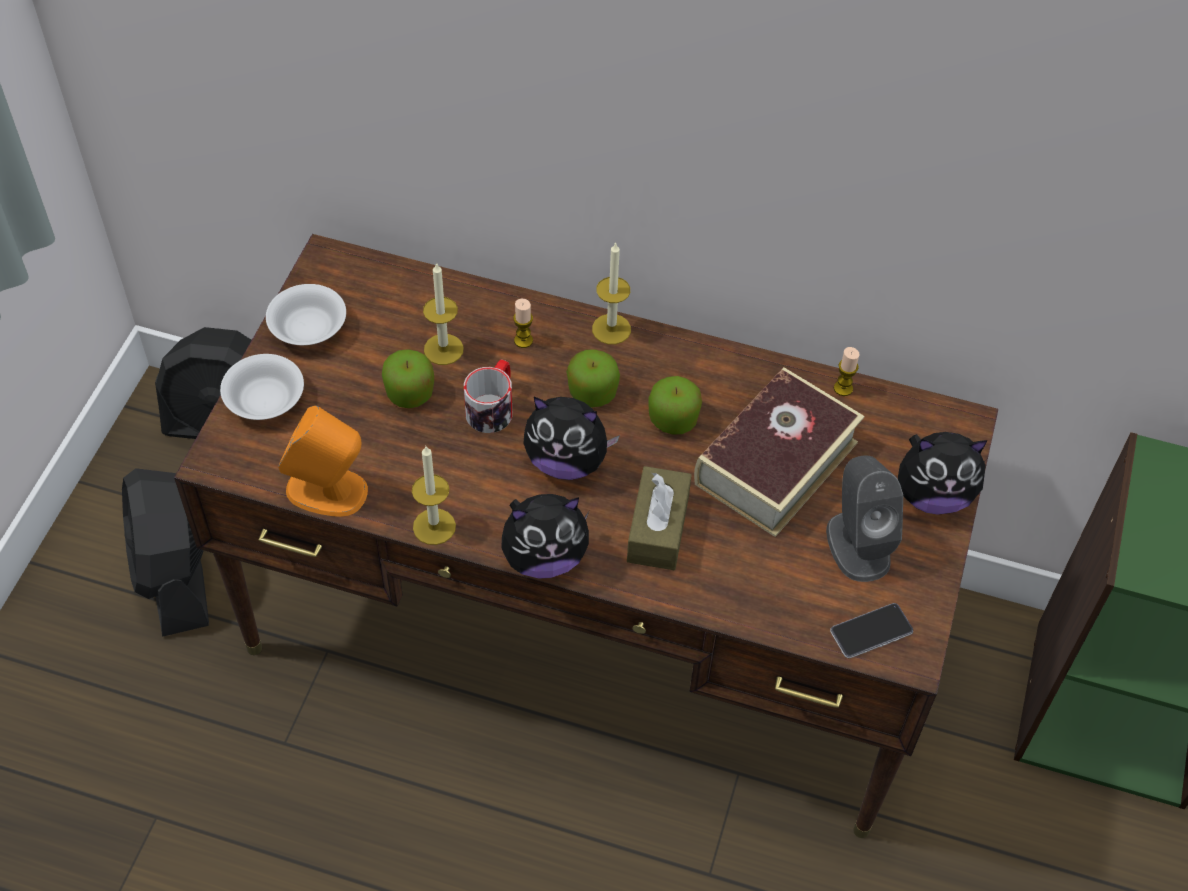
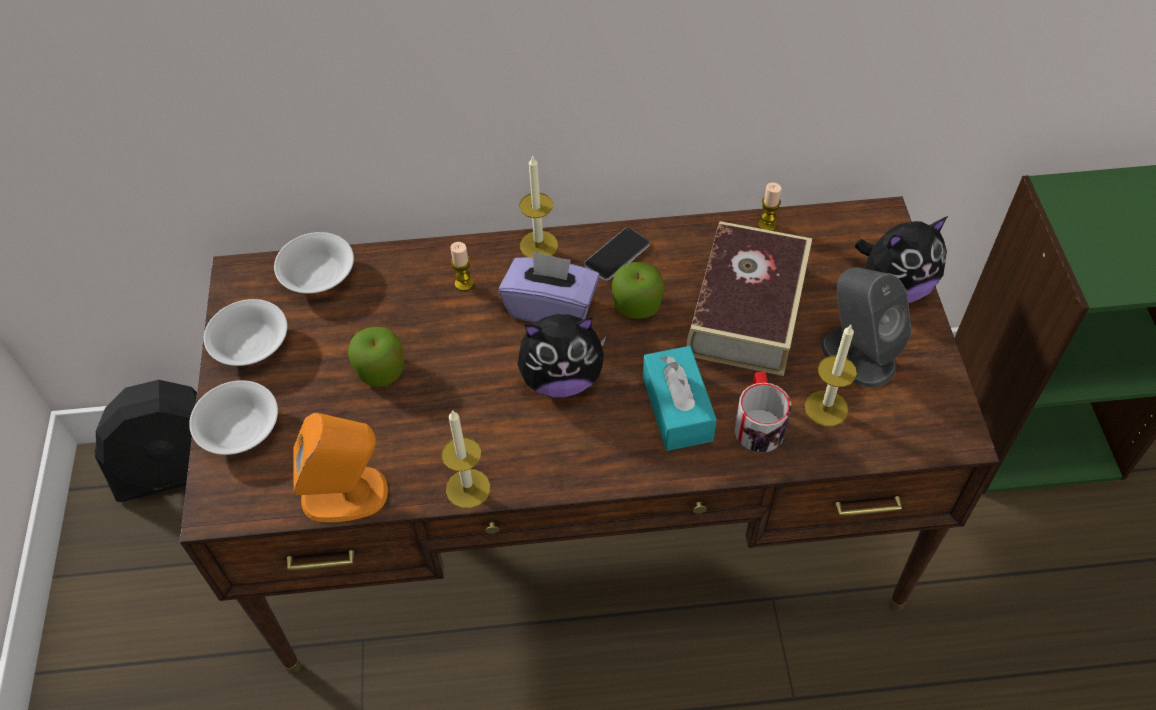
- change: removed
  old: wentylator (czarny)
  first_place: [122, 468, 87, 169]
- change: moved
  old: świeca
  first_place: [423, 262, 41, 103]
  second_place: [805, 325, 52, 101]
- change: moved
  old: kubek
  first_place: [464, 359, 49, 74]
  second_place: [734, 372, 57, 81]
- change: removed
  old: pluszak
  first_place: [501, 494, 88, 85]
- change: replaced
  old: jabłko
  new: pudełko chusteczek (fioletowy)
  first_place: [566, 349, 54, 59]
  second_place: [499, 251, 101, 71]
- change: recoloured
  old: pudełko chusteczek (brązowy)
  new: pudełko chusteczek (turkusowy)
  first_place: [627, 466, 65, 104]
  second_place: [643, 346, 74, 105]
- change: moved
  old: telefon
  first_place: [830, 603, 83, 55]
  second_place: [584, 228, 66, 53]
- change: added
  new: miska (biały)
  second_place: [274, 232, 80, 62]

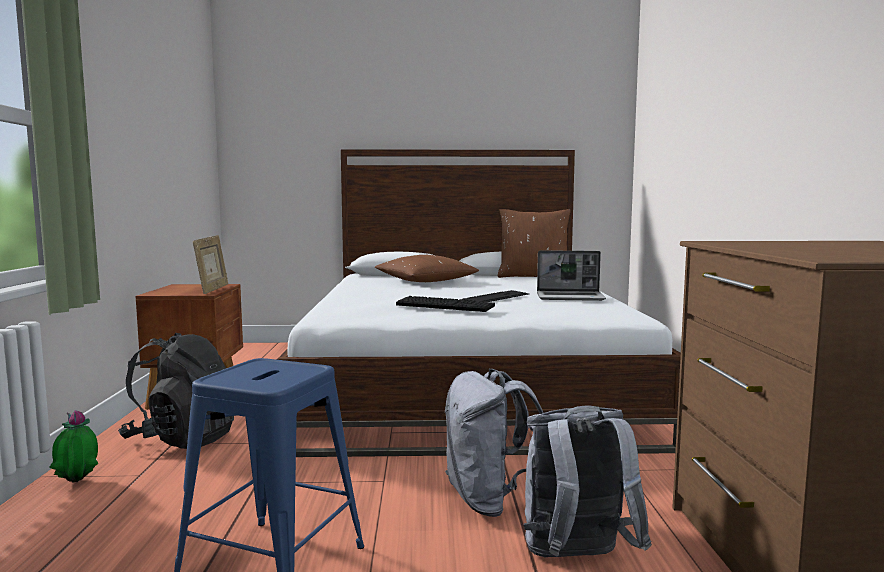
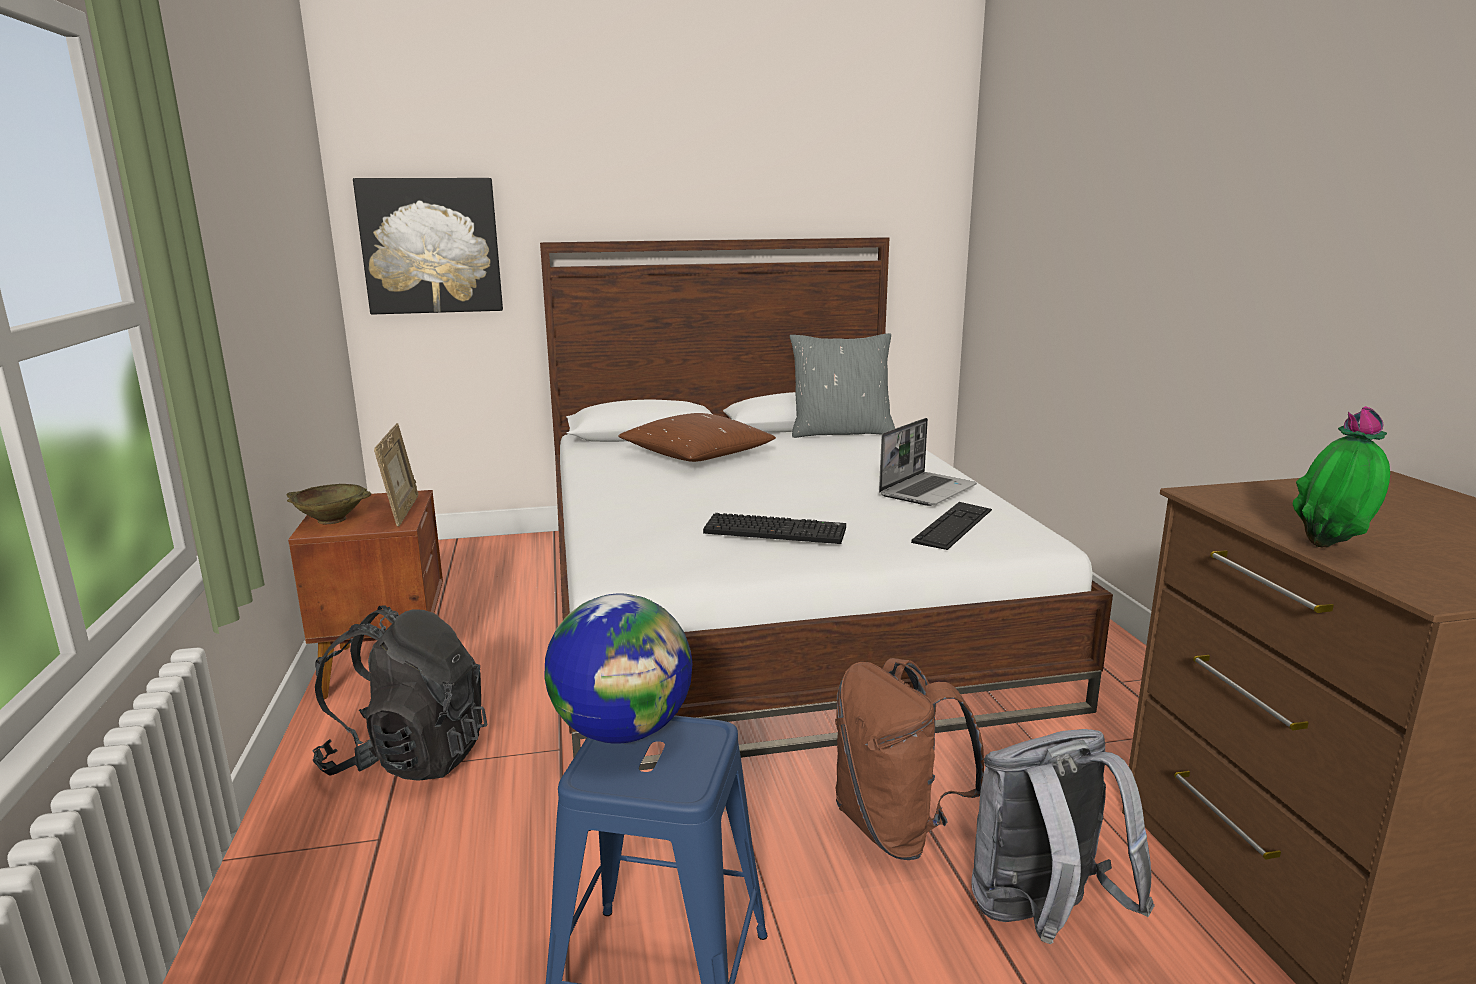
- change: moved
  old: roślina doniczkowa
  first_place: [49, 410, 49, 73]
  second_place: [1293, 406, 97, 141]
- change: recoloured
  old: plecak (szary)
  new: plecak (brązowy)
  first_place: [445, 368, 99, 149]
  second_place: [835, 658, 149, 202]
- change: moved
  old: klawiatura
  first_place: [459, 290, 70, 12]
  second_place: [911, 502, 81, 48]
- change: recoloured
  old: poduszka (brązowy)
  new: poduszka (szary)
  first_place: [498, 209, 73, 69]
  second_place: [790, 333, 105, 105]
- change: turned
  old: laptop
  first_place: [537, 250, 69, 51]
  second_place: [879, 418, 98, 88]
  degrees: -45
- change: added
  new: miska (beżowy)
  second_place: [286, 484, 85, 40]
- change: added
  new: obraz
  second_place: [353, 178, 150, 136]
- change: added
  new: globus
  second_place: [545, 594, 148, 149]

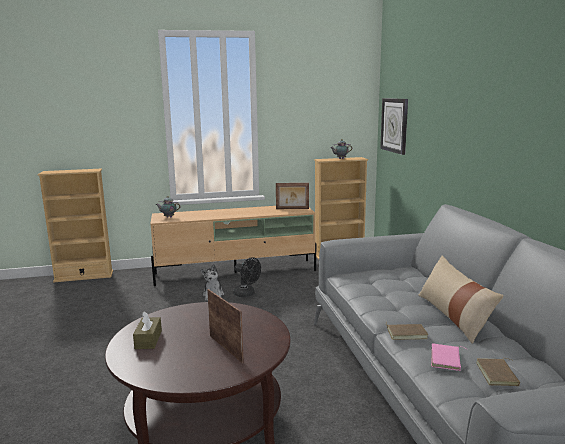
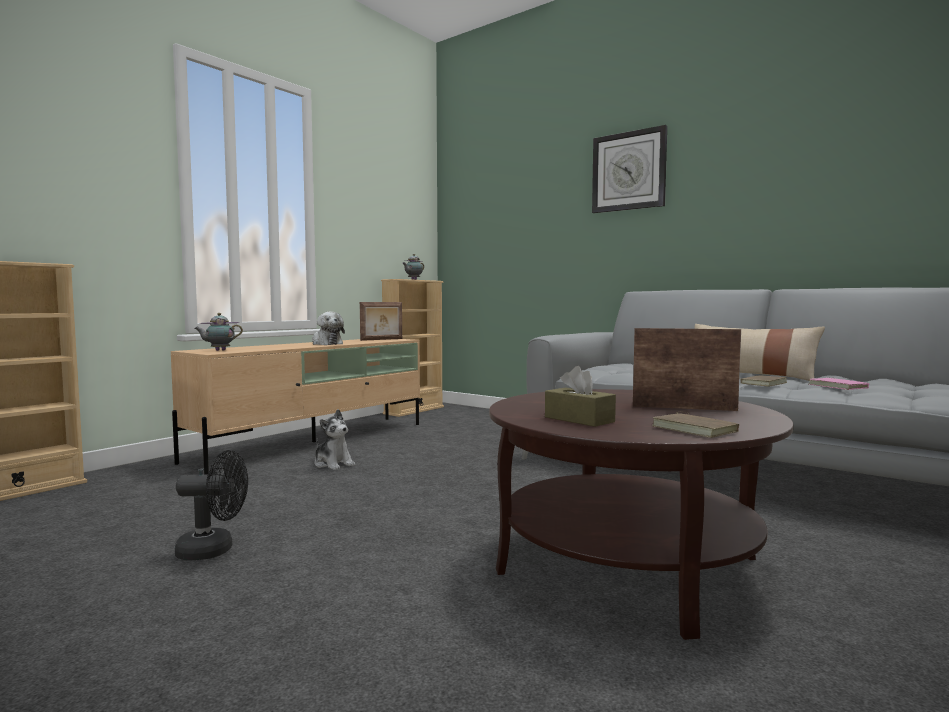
- change: moved
  old: wentylator (czarny)
  first_place: [234, 257, 27, 40]
  second_place: [175, 450, 73, 110]
- change: moved
  old: zegar ścienny
  first_place: [380, 98, 28, 57]
  second_place: [592, 125, 75, 88]
- change: moved
  old: książka (brązowy)
  first_place: [476, 358, 44, 28]
  second_place: [652, 412, 87, 26]
- change: added
  new: pluszak
  second_place: [312, 311, 33, 34]

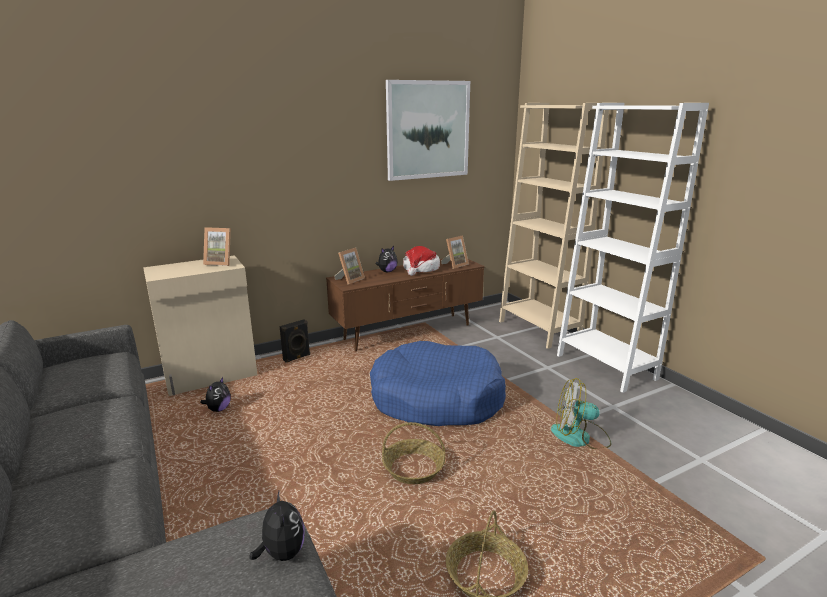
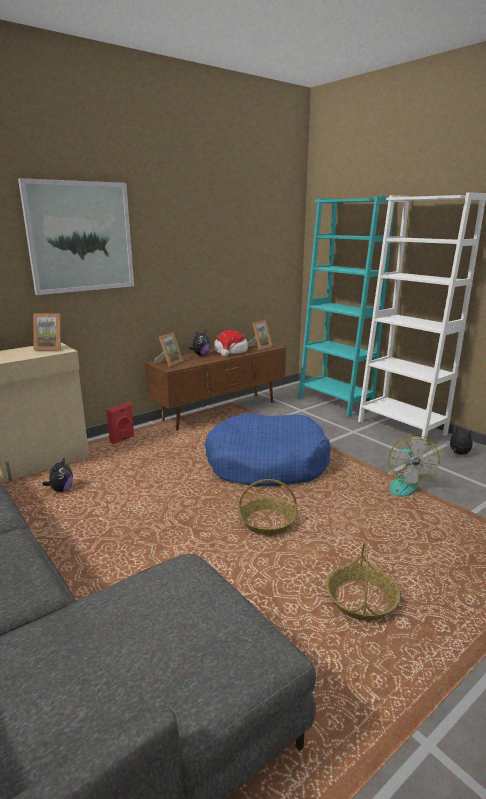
- change: moved
  old: pluszak
  first_place: [249, 491, 56, 70]
  second_place: [446, 425, 26, 30]
- change: recoloured
  old: głośnik (czarny)
  new: głośnik (czerwony)
  first_place: [280, 319, 30, 43]
  second_place: [106, 402, 29, 42]
- change: moved
  old: obraz
  first_place: [386, 80, 84, 101]
  second_place: [18, 178, 116, 117]
- change: recoloured
  old: regał (beżowy)
  new: regał (turkusowy)
  first_place: [499, 103, 110, 246]
  second_place: [298, 196, 97, 221]
- change: turned
  old: wentylator
  first_place: [551, 378, 61, 71]
  second_place: [381, 435, 59, 62]
  degrees: -90

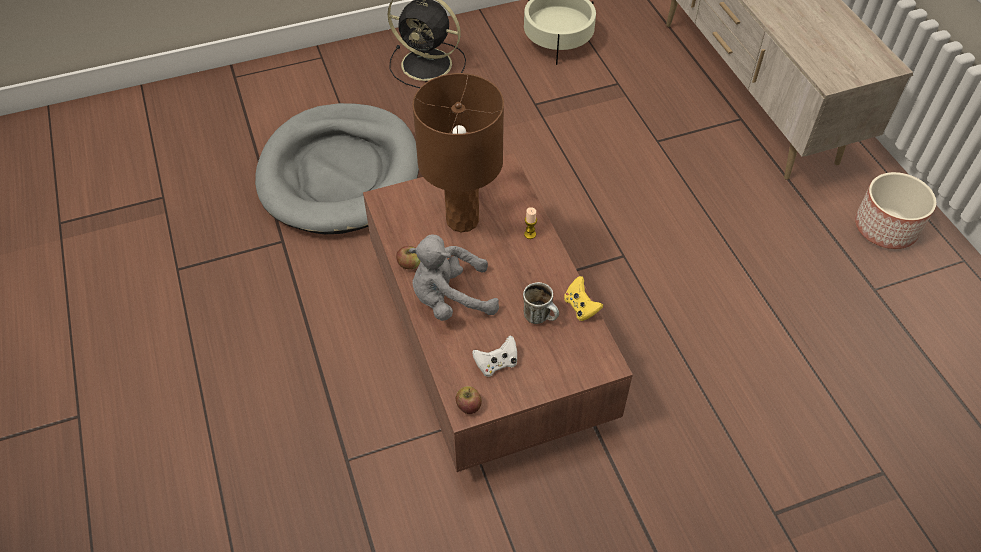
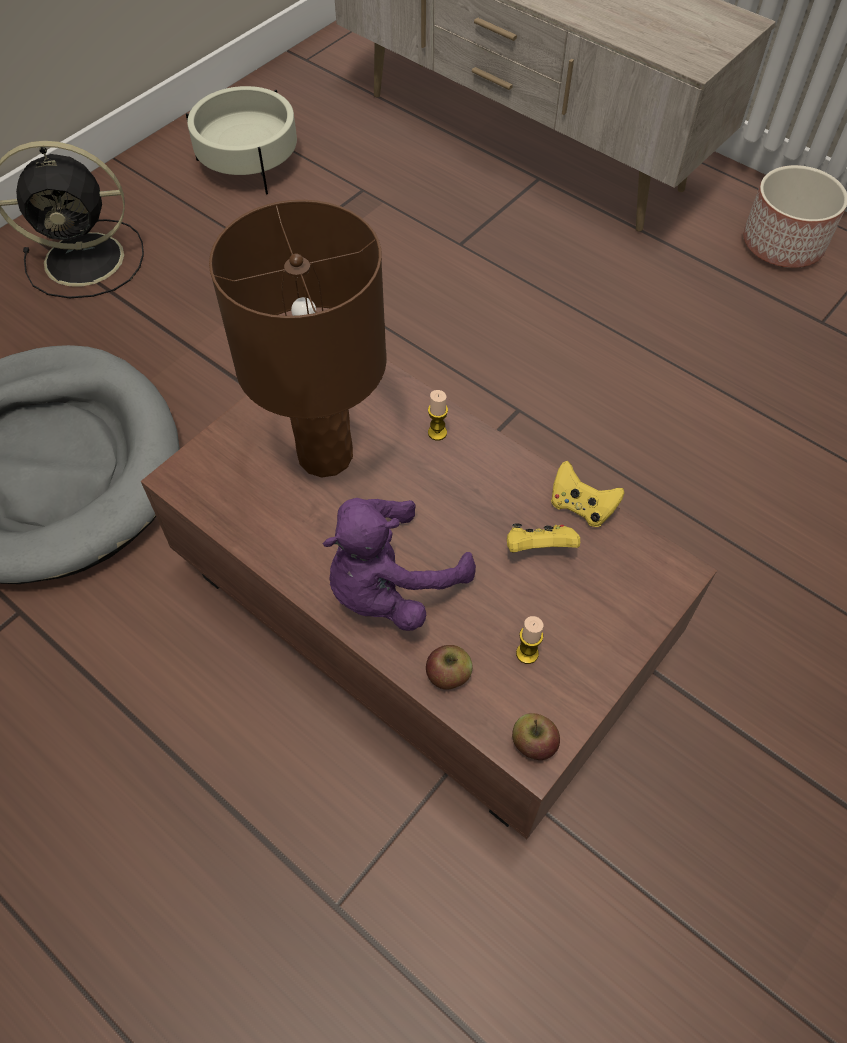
- change: moved
  old: jabłko
  first_place: [396, 246, 24, 24]
  second_place: [426, 645, 47, 45]
- change: recoloured
  old: pluszak (szary)
  new: pluszak (fioletowy)
  first_place: [409, 234, 90, 87]
  second_place: [322, 498, 154, 133]
- change: replaced
  old: pad do gier (biały)
  new: świeca
  first_place: [472, 336, 45, 41]
  second_place: [516, 616, 28, 48]
- change: replaced
  old: kubek
  new: pad do gier (żółty)
  first_place: [523, 282, 36, 42]
  second_place: [507, 524, 73, 29]

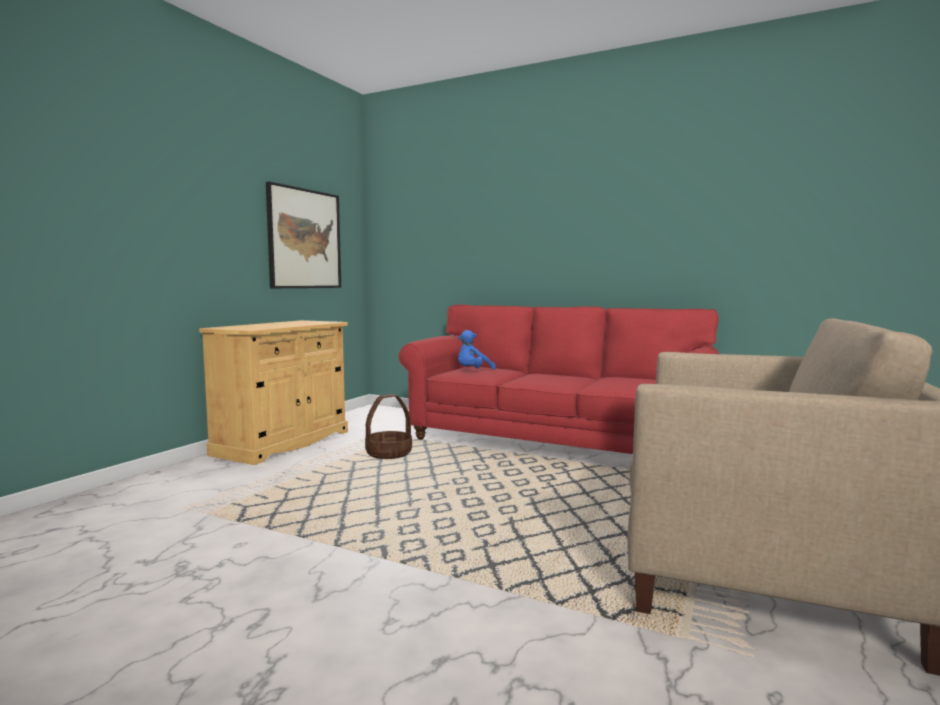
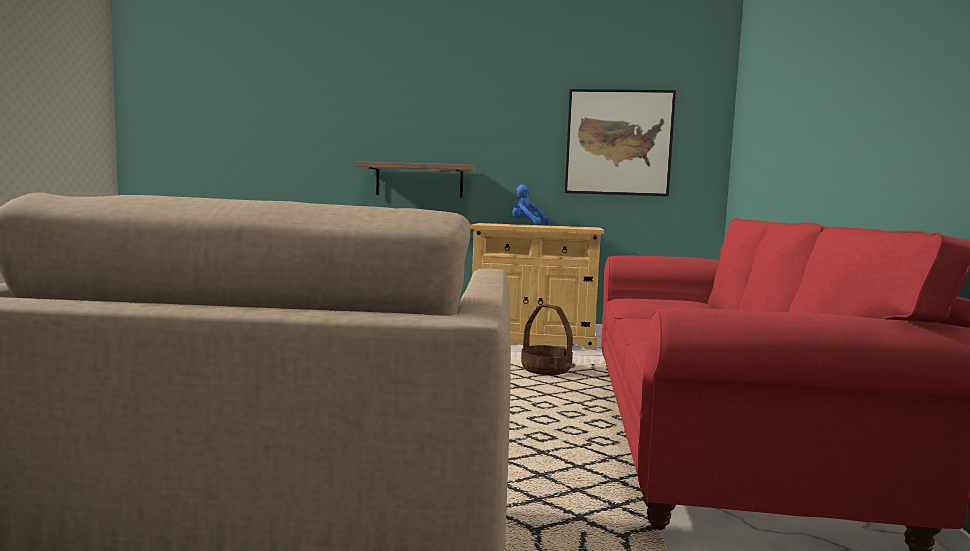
- change: moved
  old: pluszak (niebieski)
  first_place: [458, 330, 38, 40]
  second_place: [512, 184, 38, 42]
- change: added
  new: półka
  second_place: [355, 161, 120, 37]

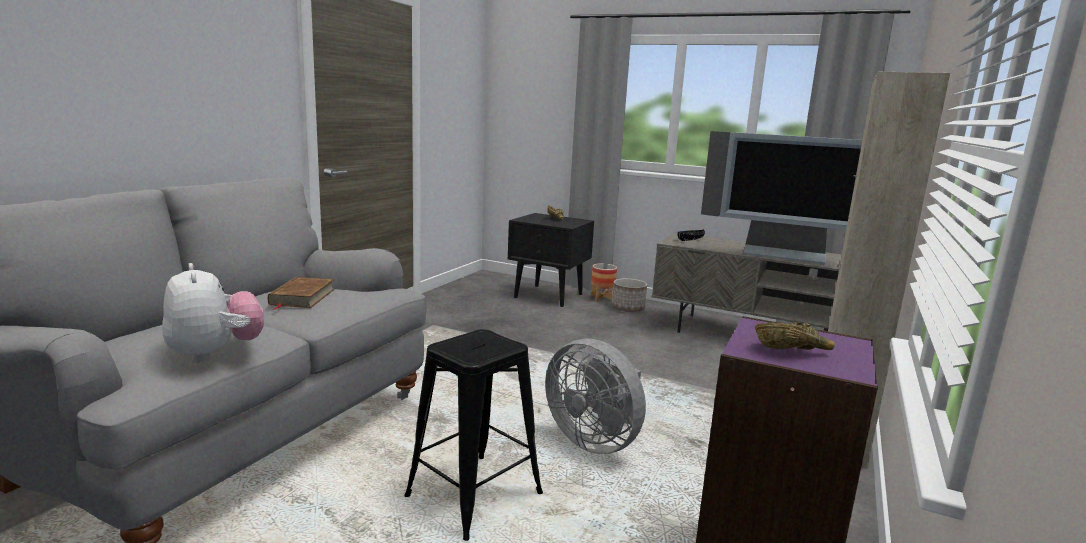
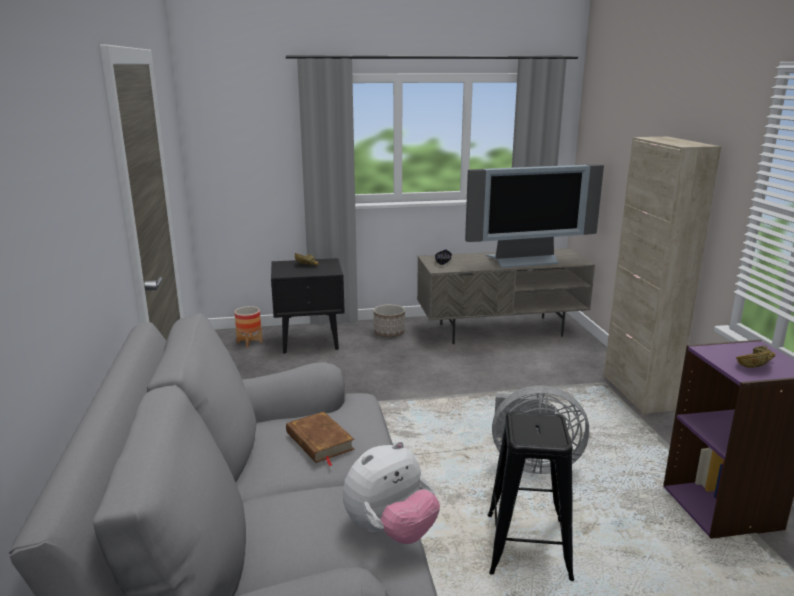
- change: turned
  old: pluszak
  first_place: [162, 263, 102, 100]
  second_place: [343, 441, 97, 103]
  degrees: 120
- change: moved
  old: donica
  first_place: [591, 263, 26, 39]
  second_place: [235, 306, 28, 42]

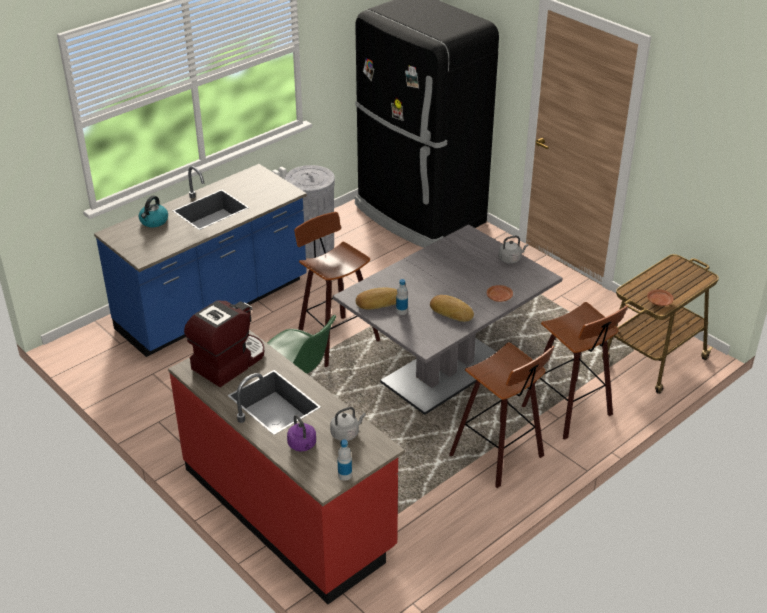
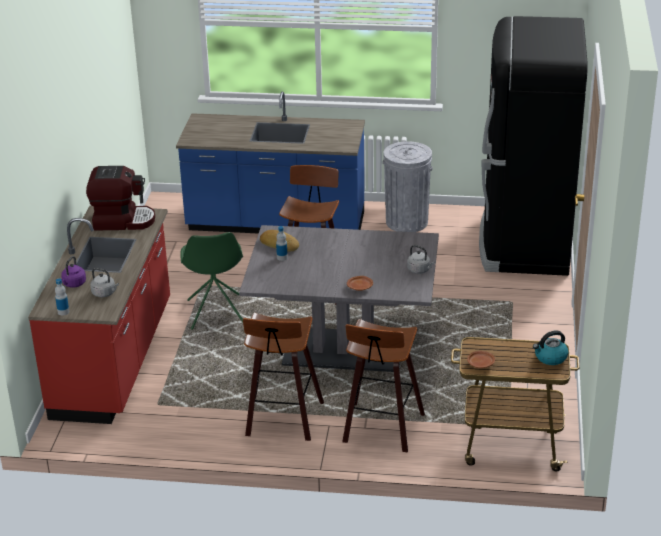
- change: moved
  old: czajnik
  first_place: [139, 196, 29, 31]
  second_place: [533, 330, 36, 35]
- change: removed
  old: chleb
  first_place: [430, 295, 44, 27]

